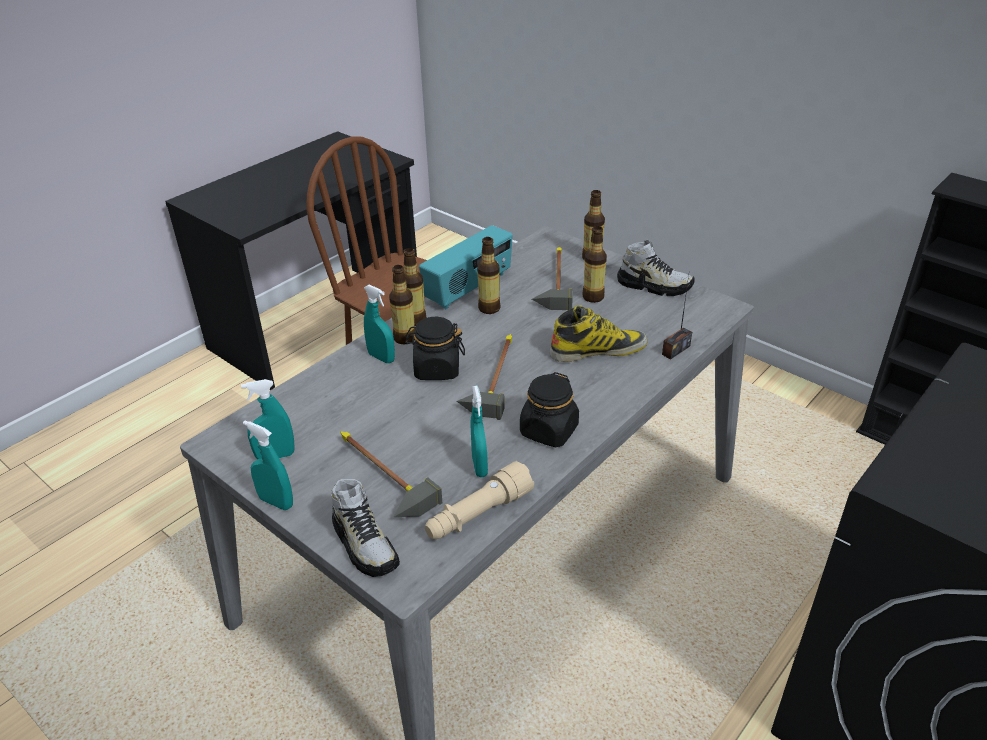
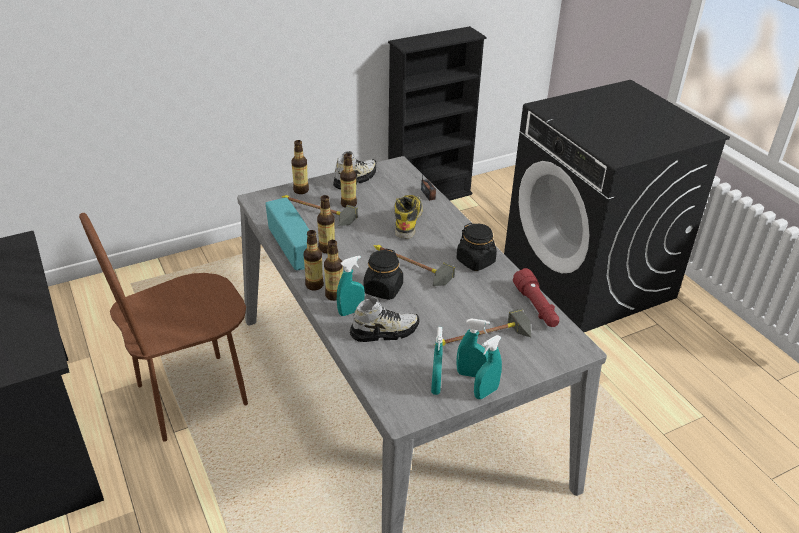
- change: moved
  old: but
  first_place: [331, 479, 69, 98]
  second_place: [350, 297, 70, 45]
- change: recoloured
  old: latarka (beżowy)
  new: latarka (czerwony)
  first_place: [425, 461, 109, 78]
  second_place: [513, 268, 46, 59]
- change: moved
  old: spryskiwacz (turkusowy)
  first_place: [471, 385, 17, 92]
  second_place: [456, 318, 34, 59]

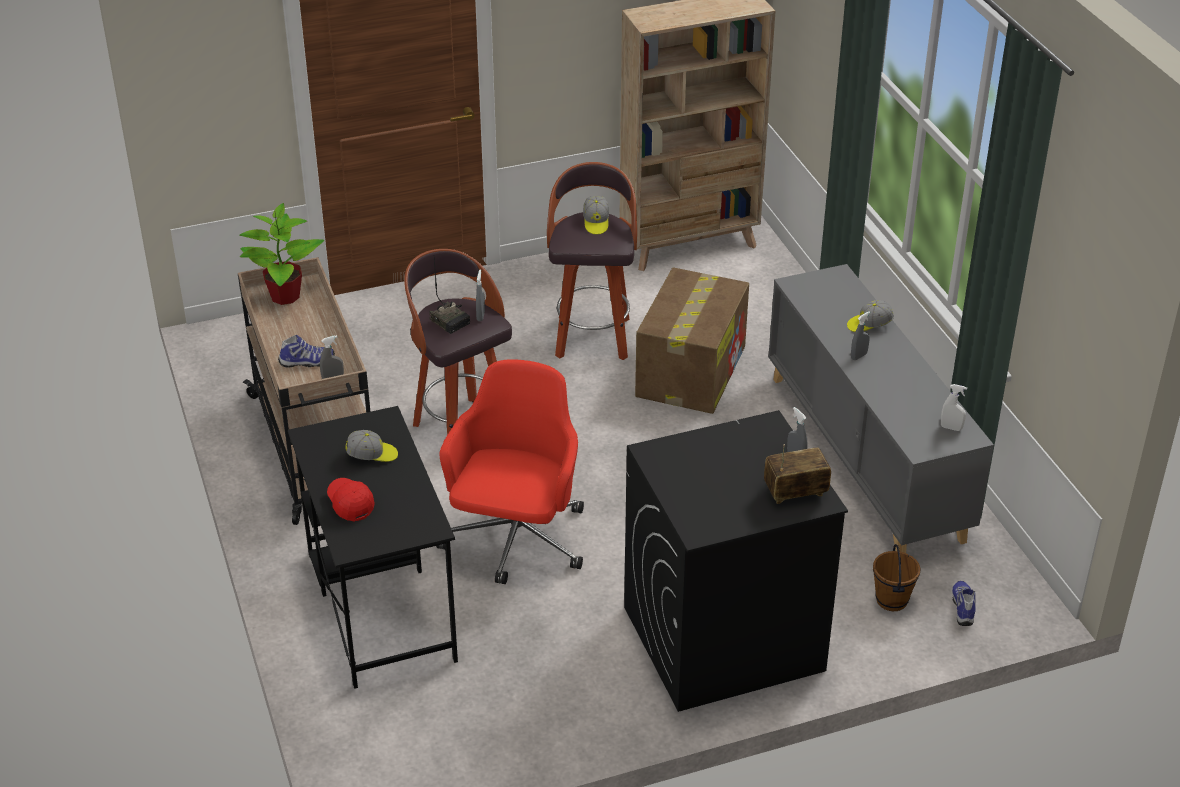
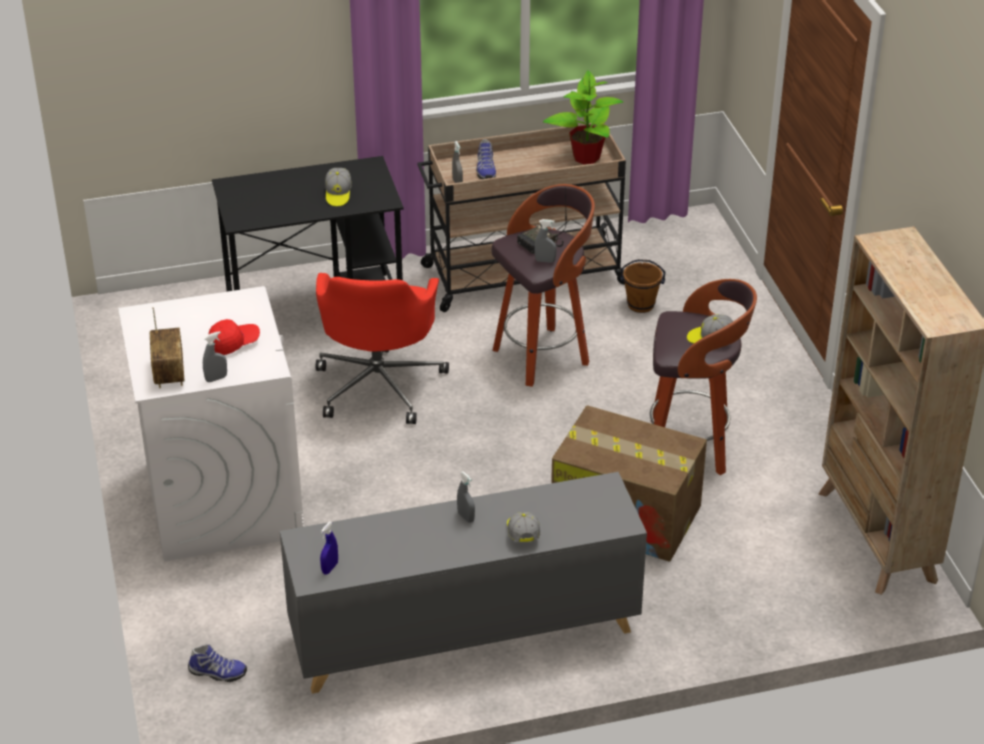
- change: moved
  old: czapka z daszkiem (czerwony)
  first_place: [327, 478, 48, 43]
  second_place: [208, 319, 52, 36]
- change: turned
  old: krzesło biurowe (czerwony)
  first_place: [436, 359, 148, 225]
  second_place: [316, 273, 133, 151]
  degrees: 75
- change: recoloured
  old: pralka (czarny)
  new: pralka (biały)
  first_place: [624, 410, 224, 302]
  second_place: [118, 286, 186, 276]
- change: moved
  old: wiadro (brązowy)
  first_place: [873, 544, 47, 67]
  second_place: [620, 259, 45, 54]
- change: recoloured
  old: spryskiwacz (biały)
  new: spryskiwacz (niebieski)
  first_place: [941, 384, 26, 47]
  second_place: [320, 522, 18, 53]

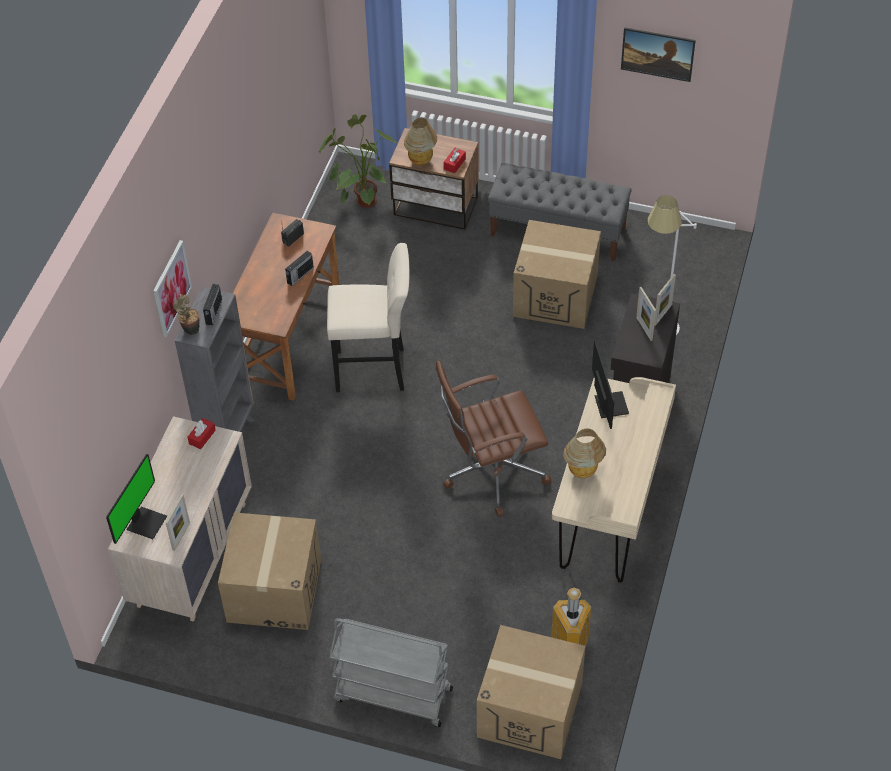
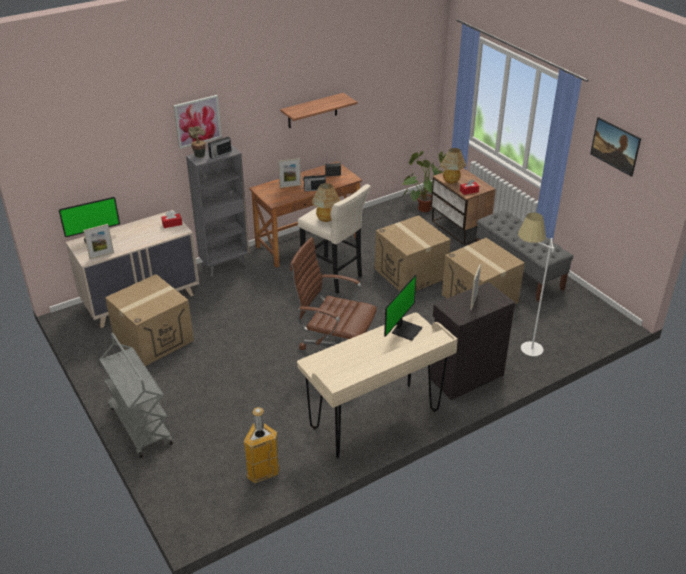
- change: moved
  old: karton
  first_place: [477, 625, 108, 134]
  second_place: [375, 215, 76, 76]
- change: moved
  old: lampa stołowa
  first_place: [563, 429, 43, 49]
  second_place: [312, 183, 29, 39]
- change: moved
  old: ramka na zdjęcie
  first_place: [654, 274, 22, 52]
  second_place: [278, 158, 23, 30]
- change: added
  new: półka
  second_place: [280, 93, 77, 35]

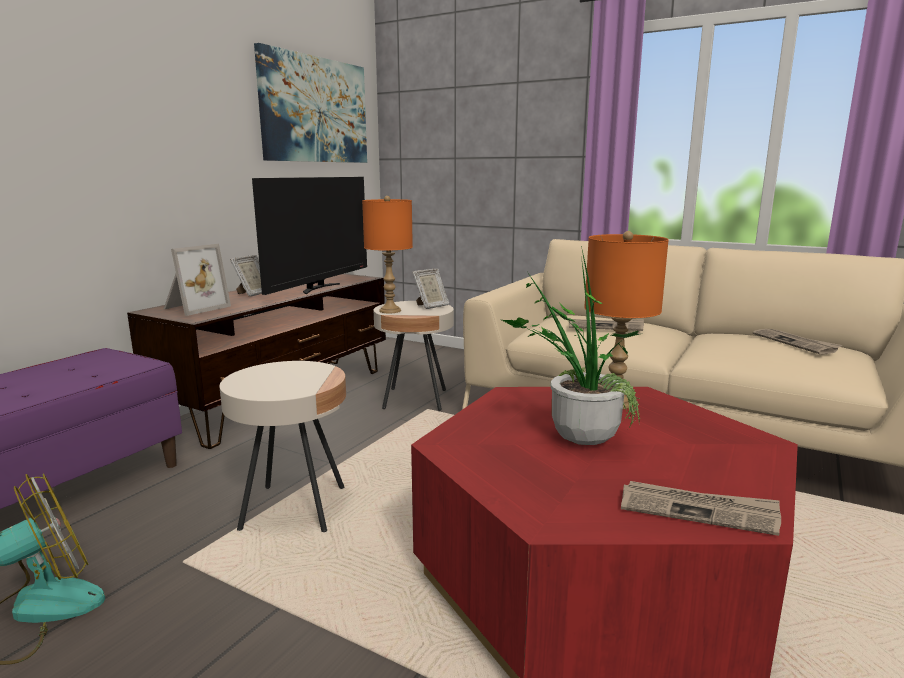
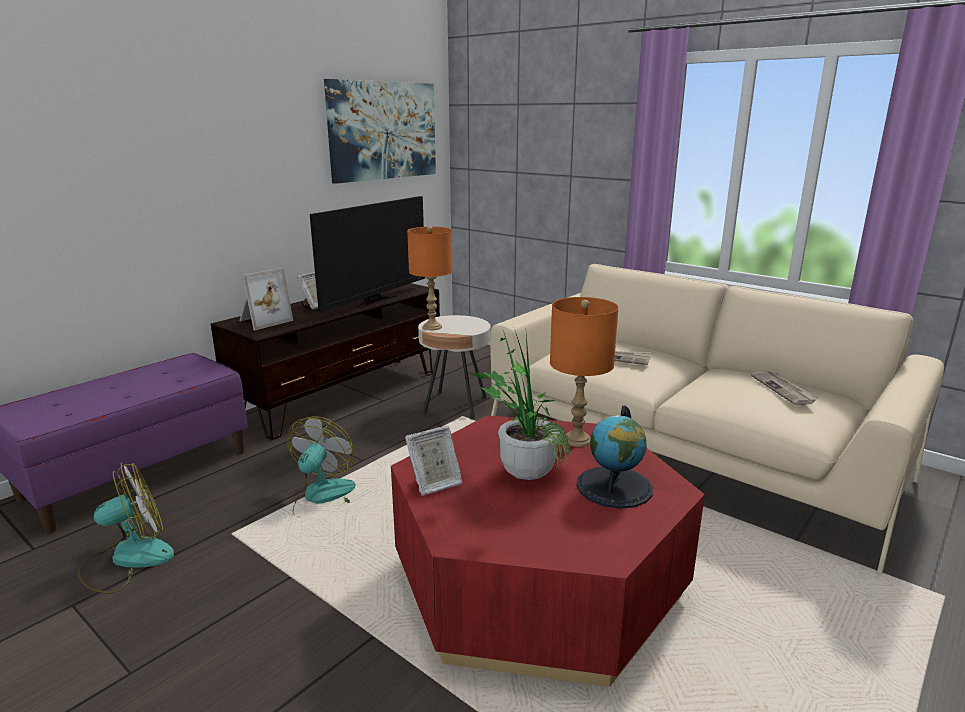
- change: replaced
  old: stolik (beżowy)
  new: wentylator
  first_place: [220, 361, 126, 171]
  second_place: [288, 416, 68, 101]
- change: moved
  old: ramka na zdjęcie
  first_place: [412, 269, 37, 40]
  second_place: [405, 426, 57, 70]
- change: removed
  old: gazeta
  first_place: [621, 481, 160, 55]
- change: added
  new: globus
  second_place: [576, 405, 77, 104]

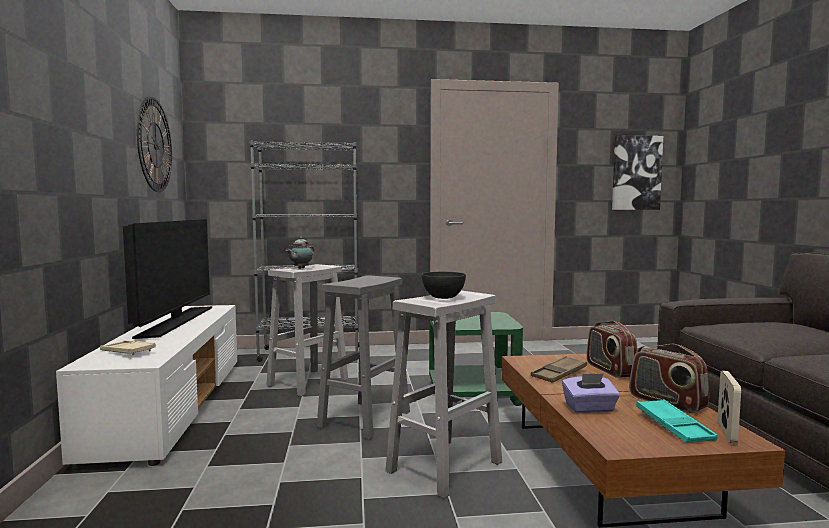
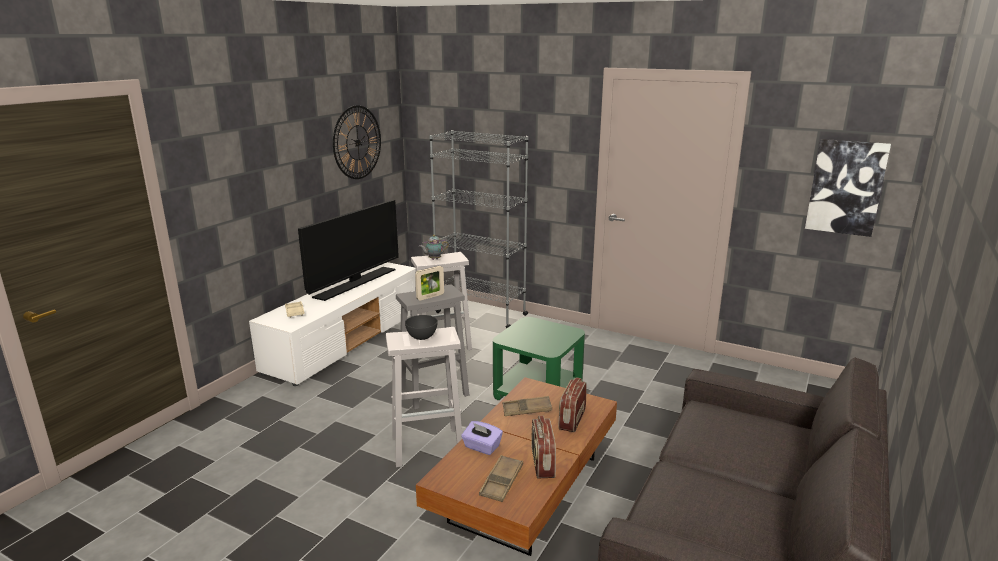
- change: recoloured
  old: taca (turkusowy)
  new: taca (brązowy)
  first_place: [636, 399, 82, 44]
  second_place: [479, 455, 44, 47]
- change: moved
  old: ramka na zdjęcie
  first_place: [718, 371, 23, 73]
  second_place: [415, 266, 29, 34]

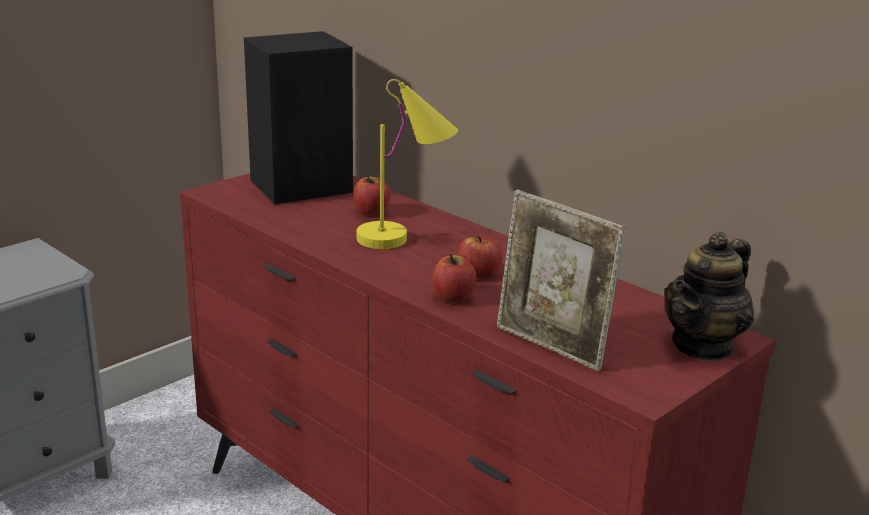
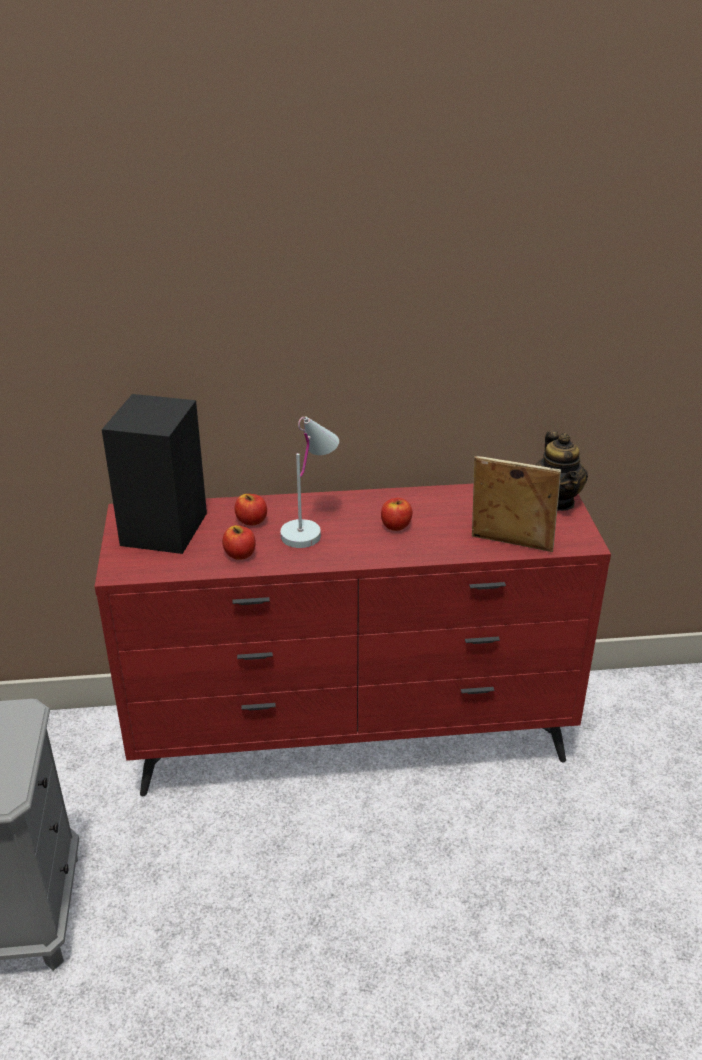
- change: recoloured
  old: lampa stołowa (żółty)
  new: lampa stołowa (biały)
  first_place: [357, 79, 101, 170]
  second_place: [280, 417, 59, 131]
- change: moved
  old: jabłko
  first_place: [432, 254, 44, 49]
  second_place: [222, 525, 34, 35]
- change: turned
  old: ramka na zdjęcie
  first_place: [497, 190, 129, 181]
  second_place: [472, 456, 89, 96]
  degrees: -150

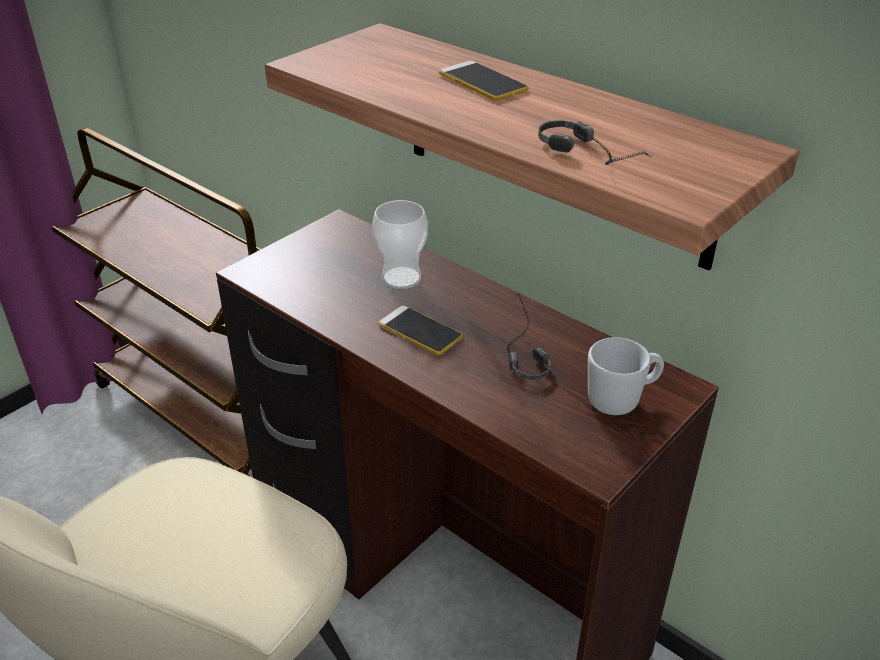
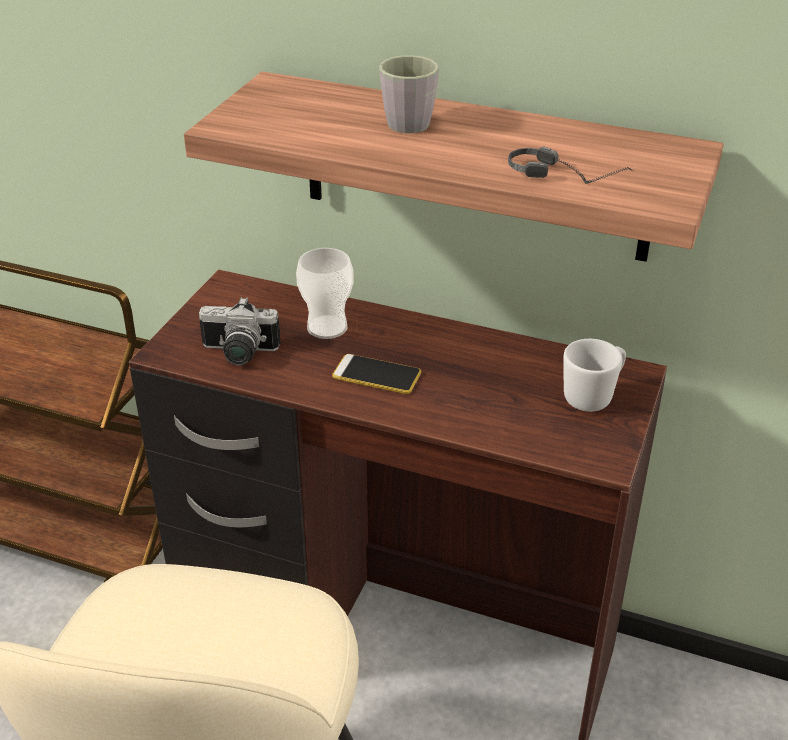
- change: replaced
  old: telefon
  new: kubek (szary)
  first_place: [439, 61, 90, 39]
  second_place: [379, 55, 60, 78]
- change: removed
  old: słuchawki
  first_place: [507, 294, 44, 86]
- change: added
  new: aparat fotograficzny
  second_place: [199, 297, 82, 68]

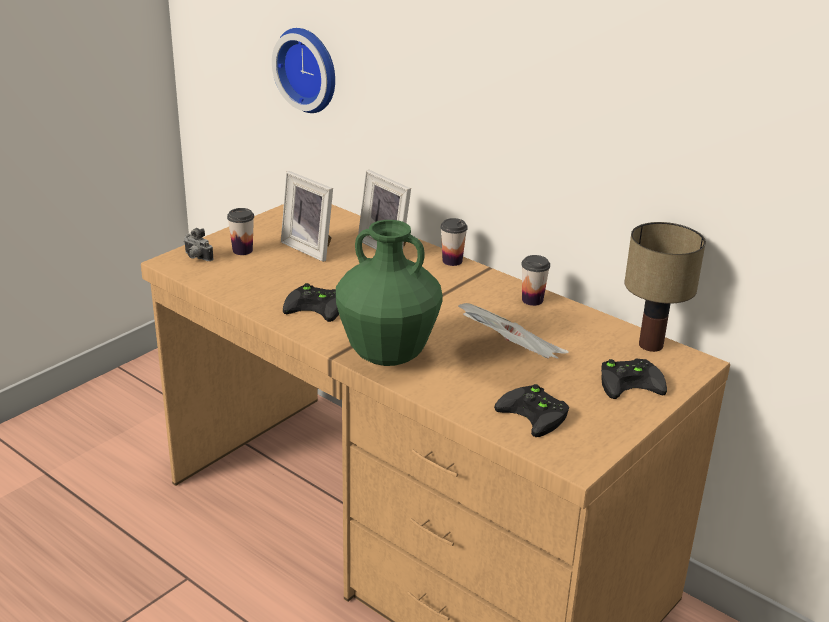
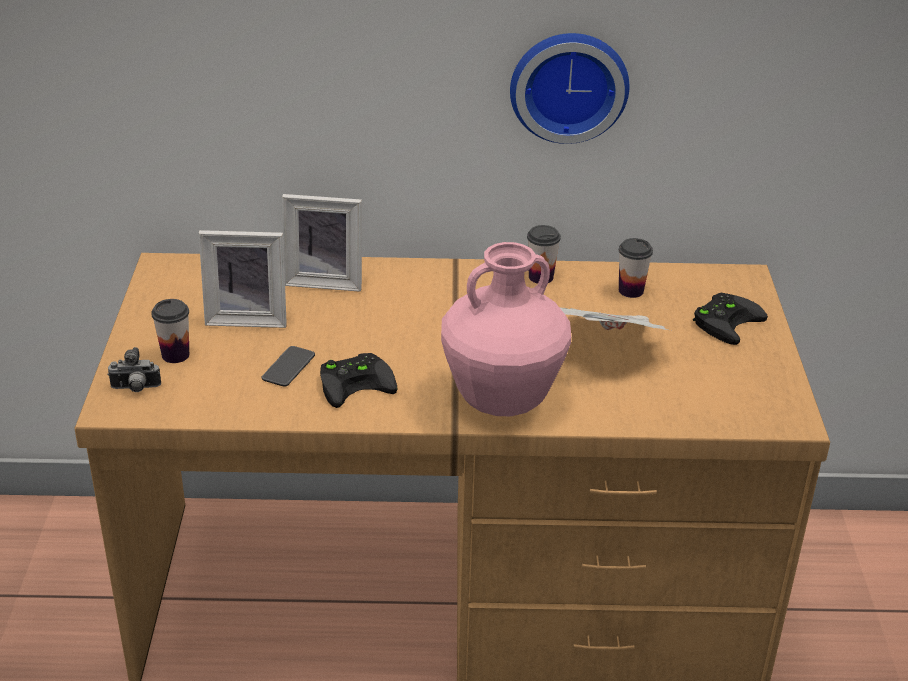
- change: moved
  old: zegar ścienny
  first_place: [272, 28, 63, 85]
  second_place: [510, 33, 119, 111]
- change: recoloured
  old: wazon (zielony)
  new: wazon (różowy)
  first_place: [336, 220, 107, 146]
  second_place: [441, 242, 130, 174]
- change: moved
  old: filiżanka
  first_place: [441, 218, 27, 48]
  second_place: [619, 238, 34, 60]
- change: removed
  old: pad do gier (czarny)
  first_place: [494, 384, 75, 53]
- change: removed
  old: lampa stołowa
  first_place: [624, 222, 82, 130]
- change: added
  new: telefon
  second_place: [261, 346, 54, 41]

